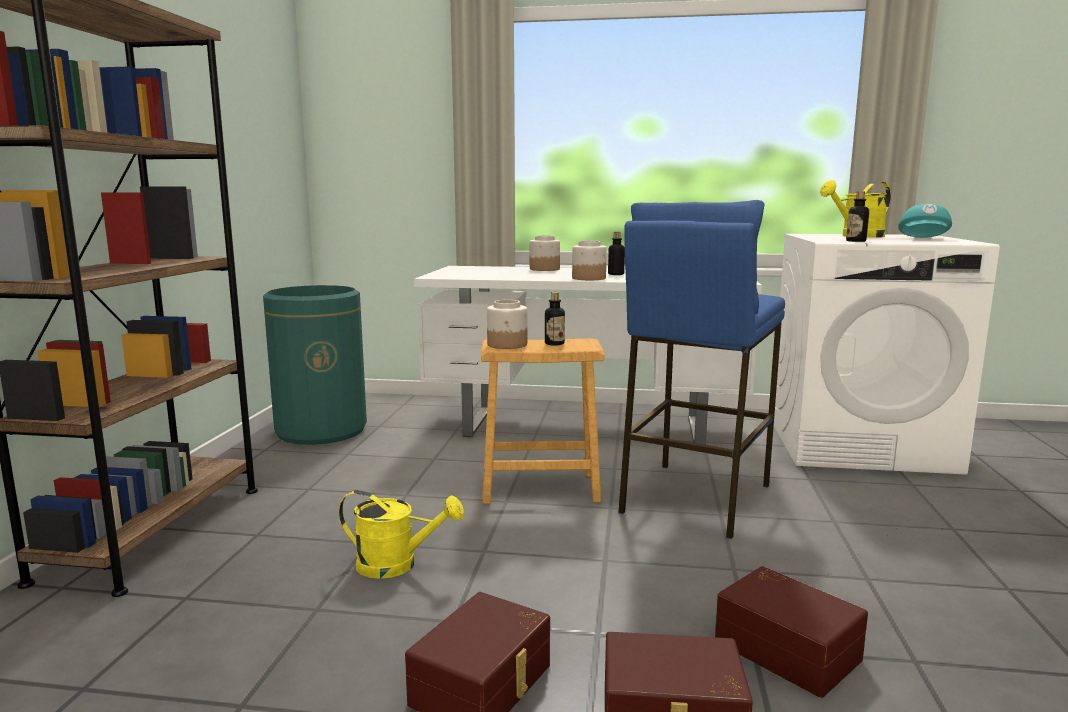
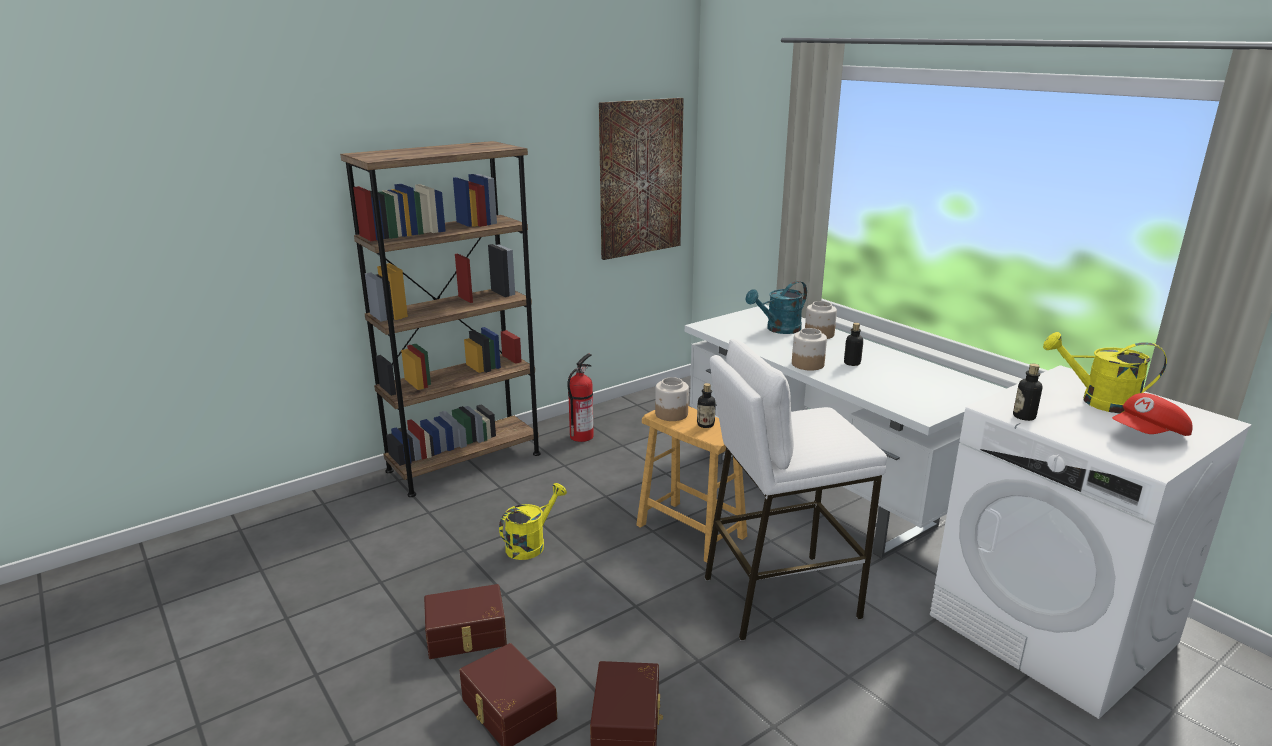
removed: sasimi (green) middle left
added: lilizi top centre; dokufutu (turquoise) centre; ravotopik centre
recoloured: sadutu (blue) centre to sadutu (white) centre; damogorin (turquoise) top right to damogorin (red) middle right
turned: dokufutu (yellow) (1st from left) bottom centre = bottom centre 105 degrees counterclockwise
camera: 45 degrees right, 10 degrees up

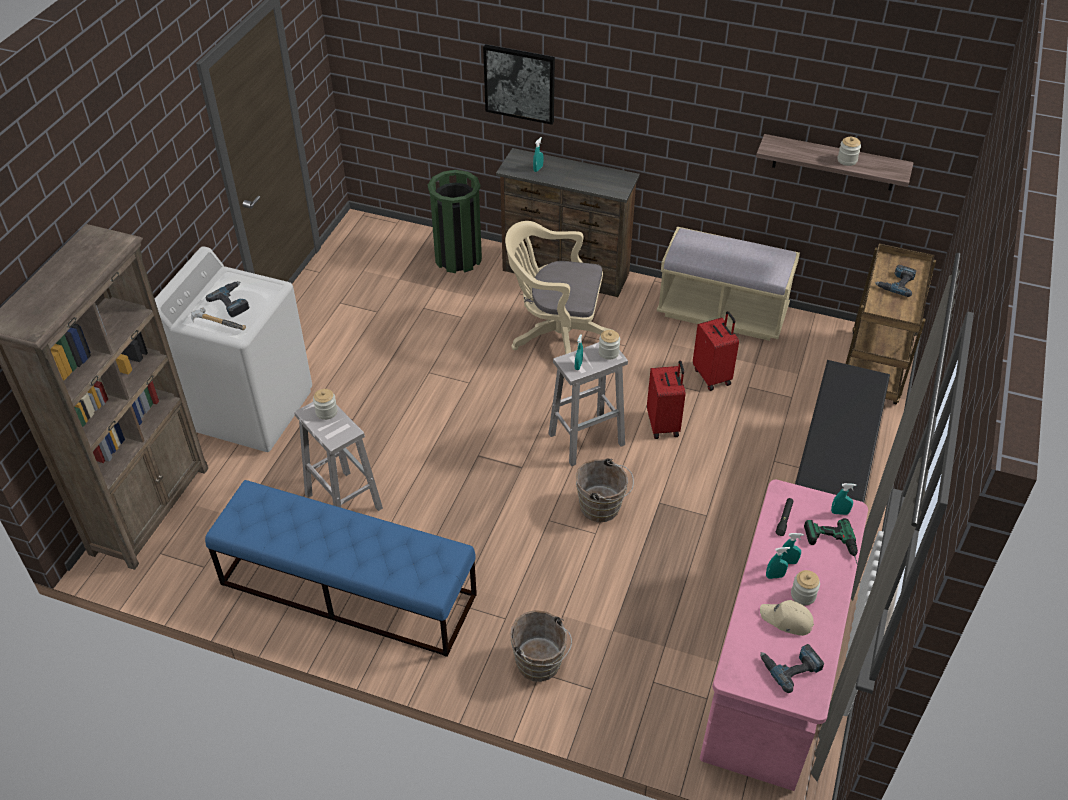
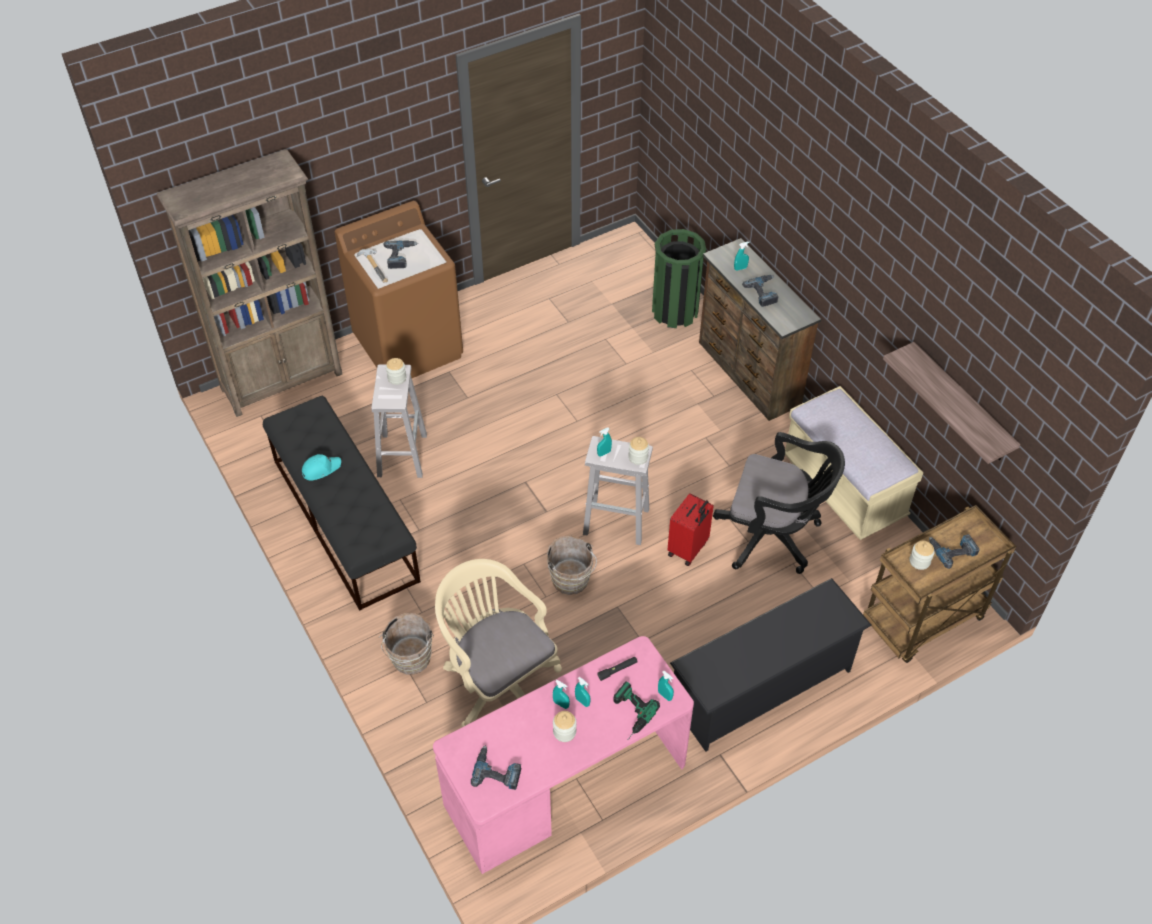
removed: lilizi top centre; damogorin (beige) bottom right
added: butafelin (4th from left) top centre; damogorin (turquoise) middle left
moved: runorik (4th from left) top right to middle right; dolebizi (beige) centre to bottom centre
replaced: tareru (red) (2nd from left) middle right to dolebizi (black) middle right
recoloured: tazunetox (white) middle left to tazunetox (brown) top centre; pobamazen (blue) bottom left to pobamazen (black) middle left
camera: 40 degrees right, 5 degrees up

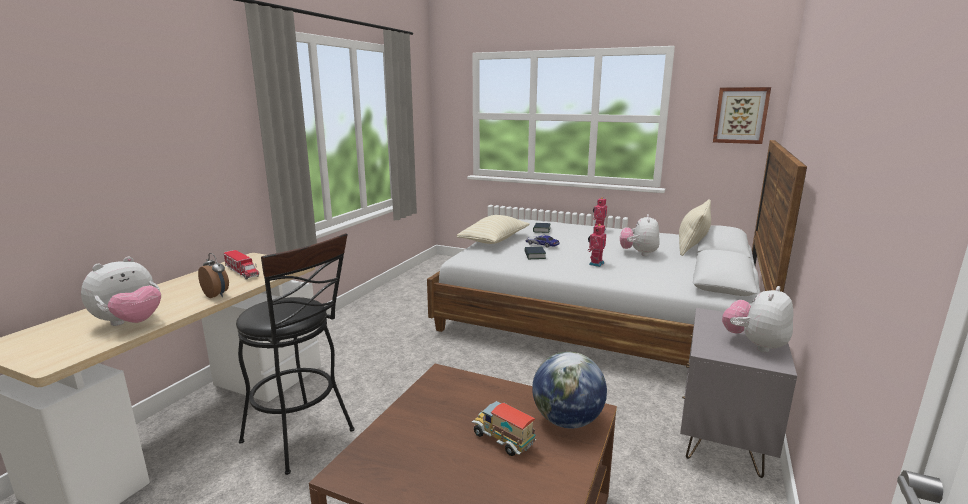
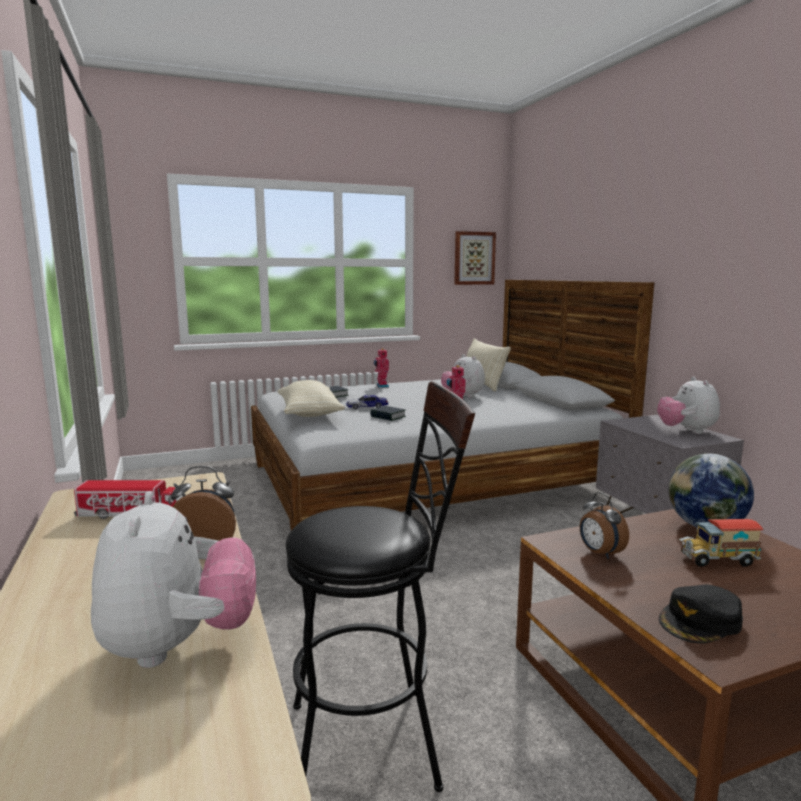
added: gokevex (2nd from left) middle right; damogorin (black) bottom right
camera: 45 degrees left, 5 degrees down

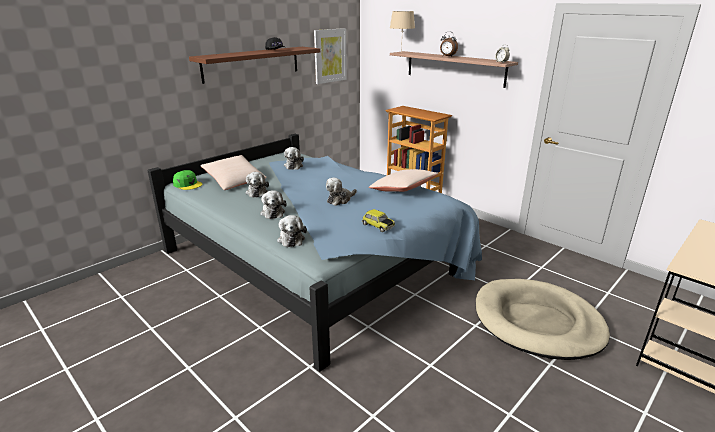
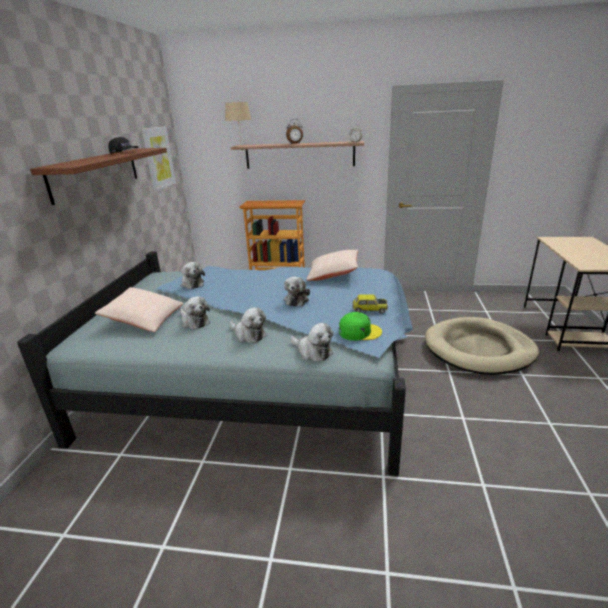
moved: damogorin (green) middle left to centre
camera: 35 degrees left, 0 degrees up

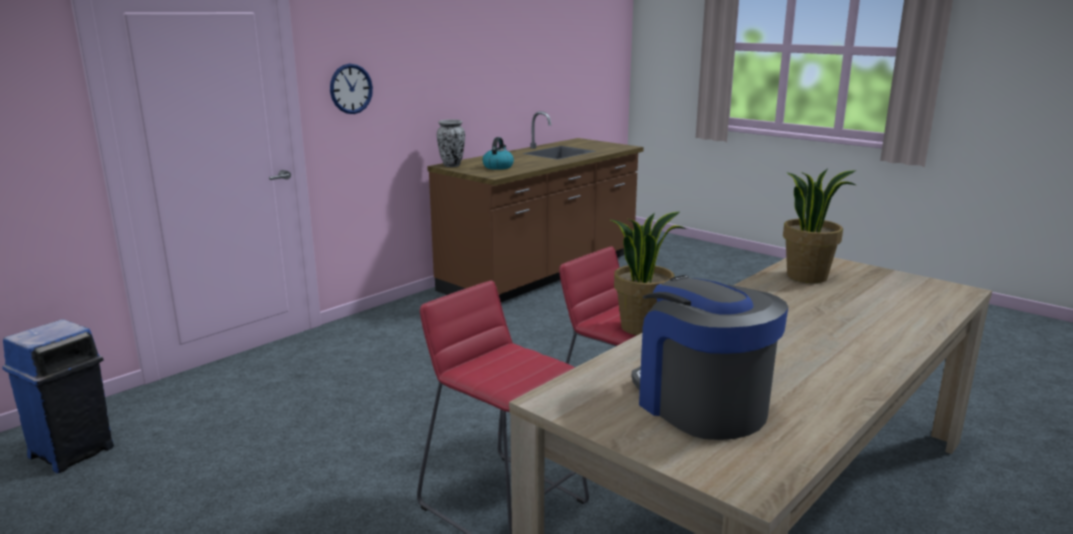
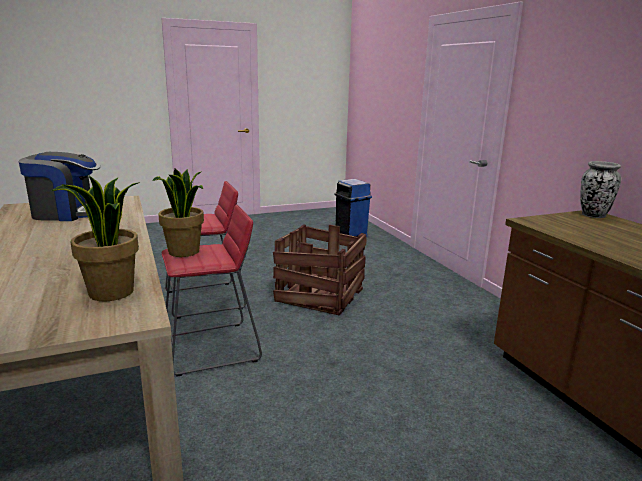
removed: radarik top left; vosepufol top centre
added: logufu centre
camera: 115 degrees right, 0 degrees up

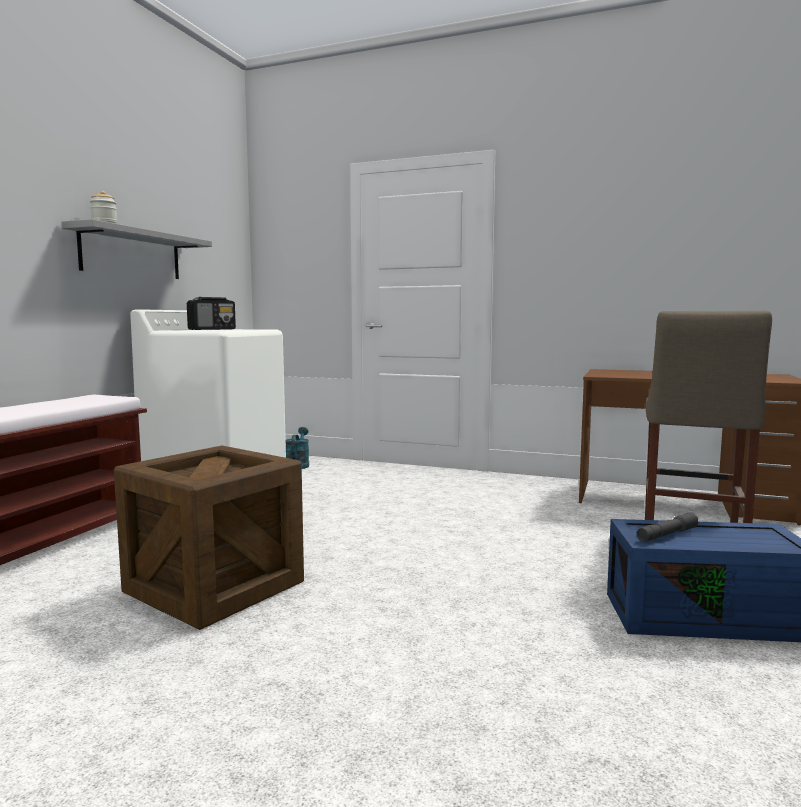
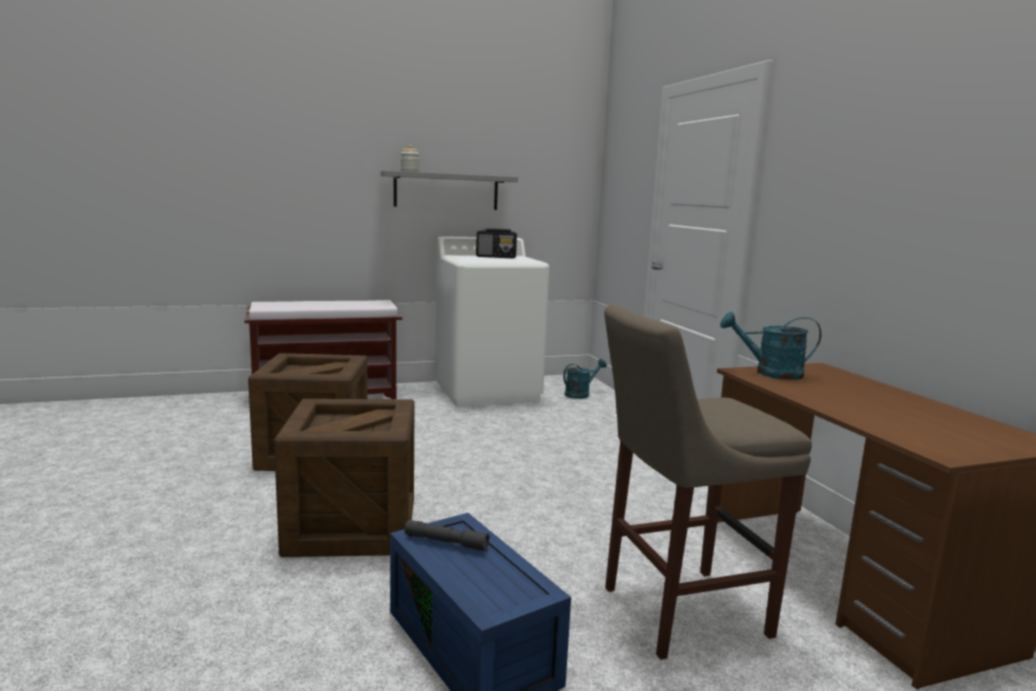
added: dokufutu (turquoise) (2nd from left) middle right; logufu (2nd from left) bottom left
camera: 50 degrees right, 5 degrees up

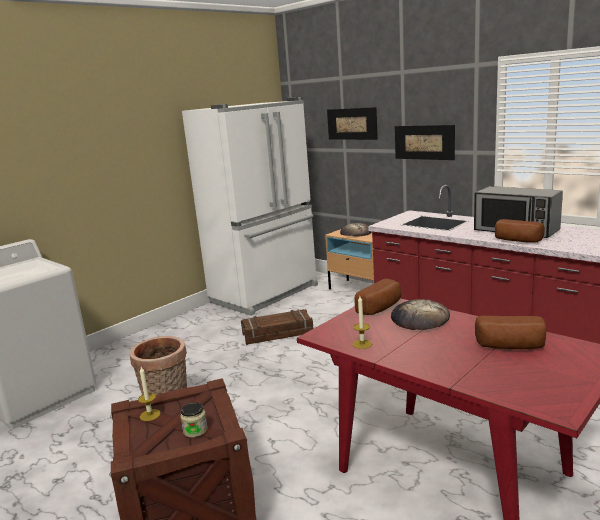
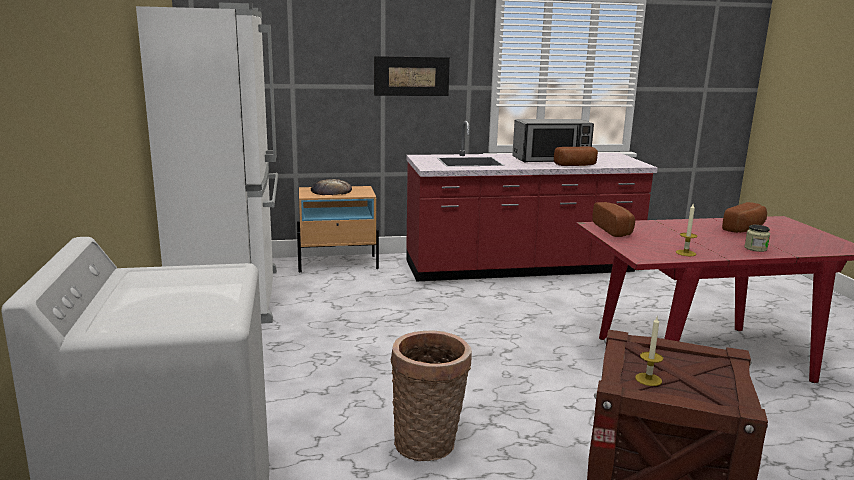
removed: lilizi (1st from left) top centre; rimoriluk (3rd from left) middle right; logufu (2nd from left) centre
moved: runorik bottom left to middle right
camera: 55 degrees left, 0 degrees up

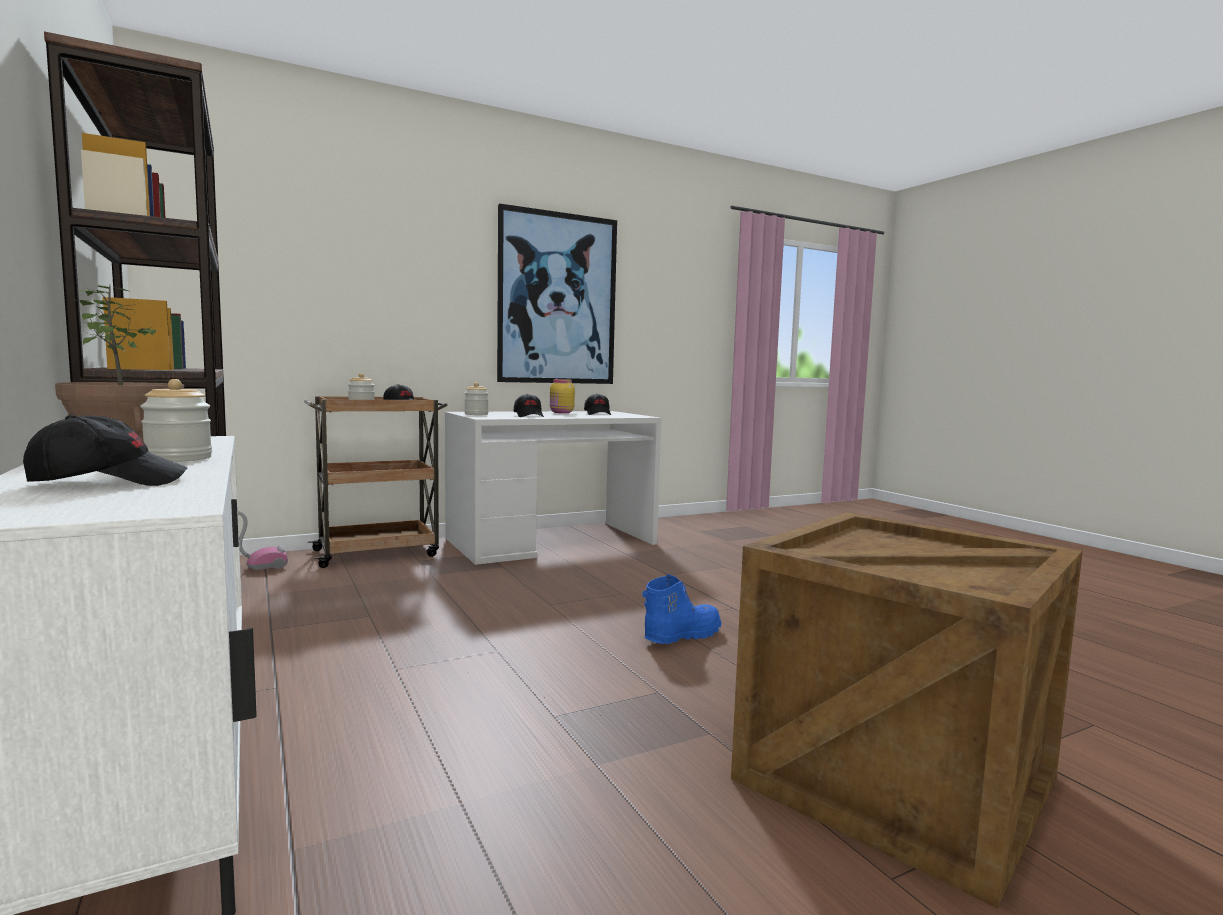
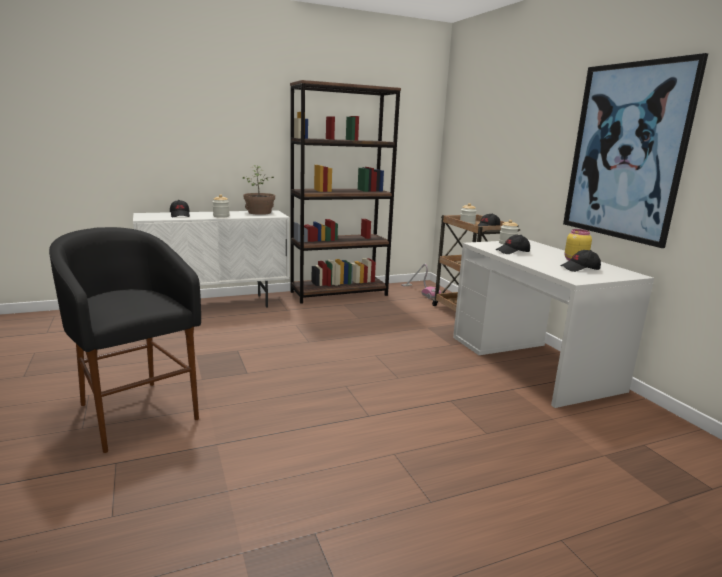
removed: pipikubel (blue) centre
replaced: logufu bottom right to sadutu (black) middle left
camera: 95 degrees right, 10 degrees up

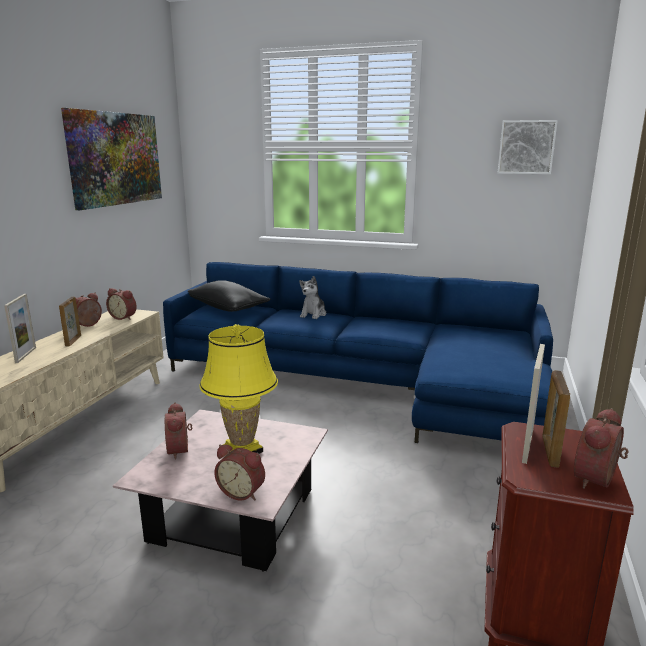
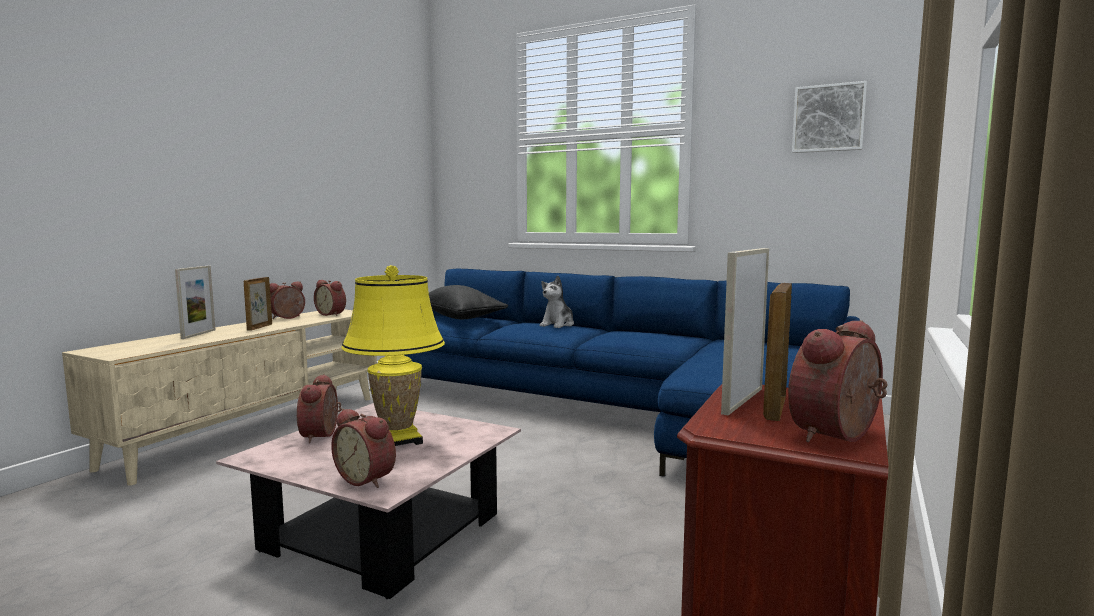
removed: lilizi (1st from left) top left
camera: 10 degrees right, 10 degrees down

